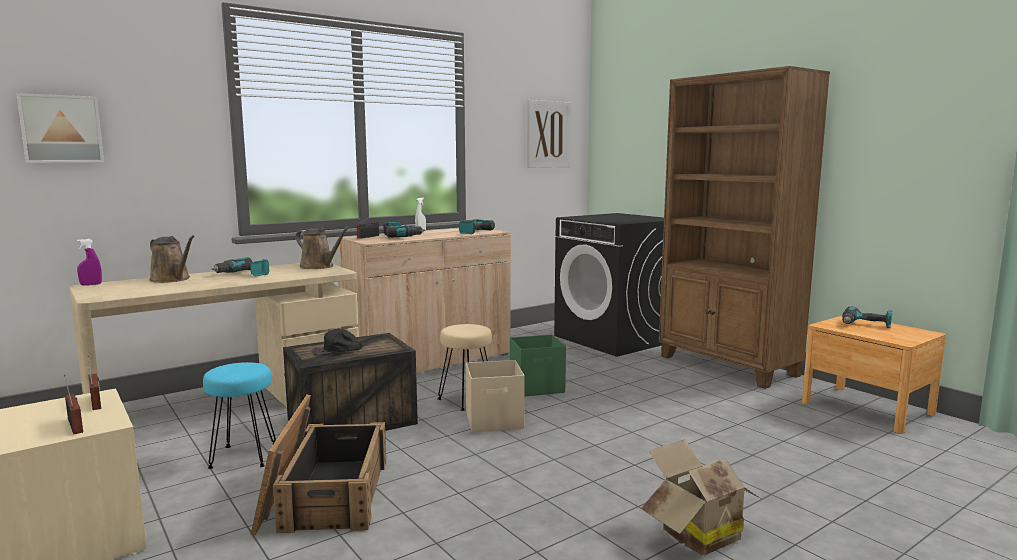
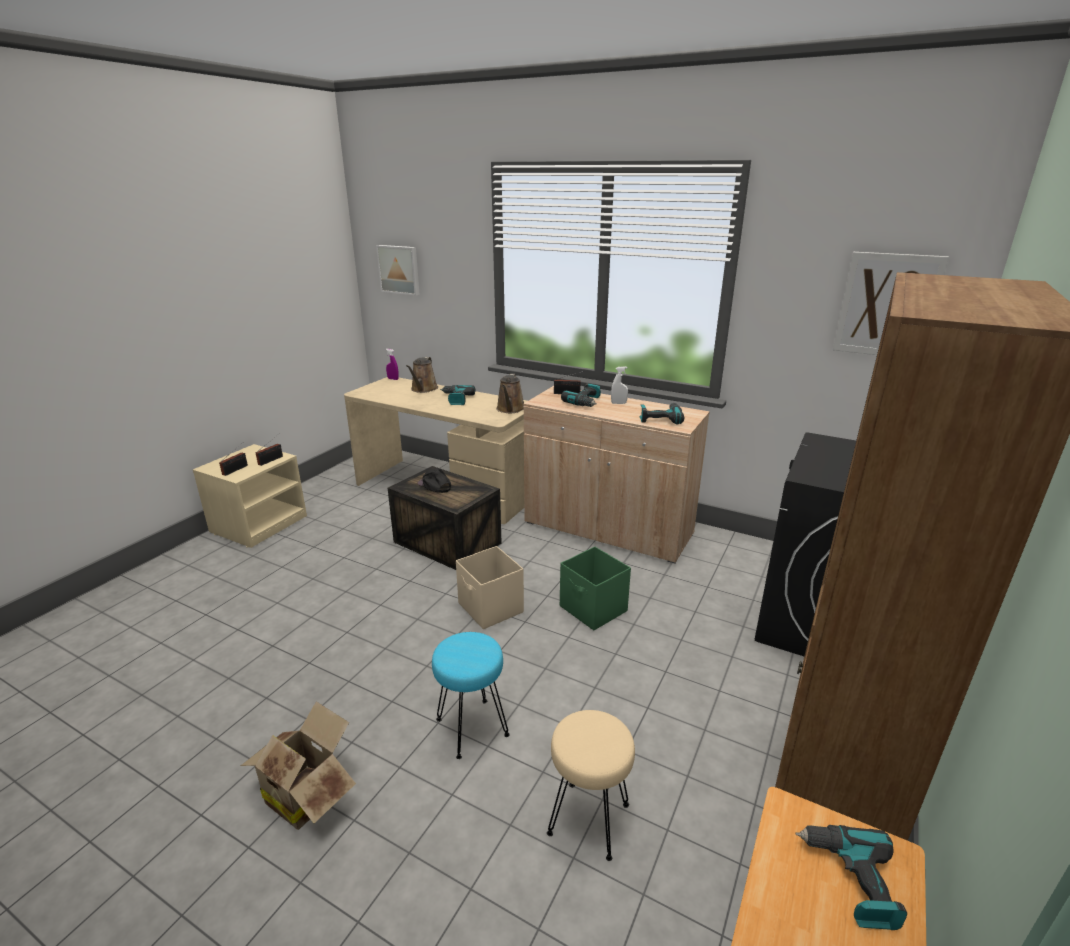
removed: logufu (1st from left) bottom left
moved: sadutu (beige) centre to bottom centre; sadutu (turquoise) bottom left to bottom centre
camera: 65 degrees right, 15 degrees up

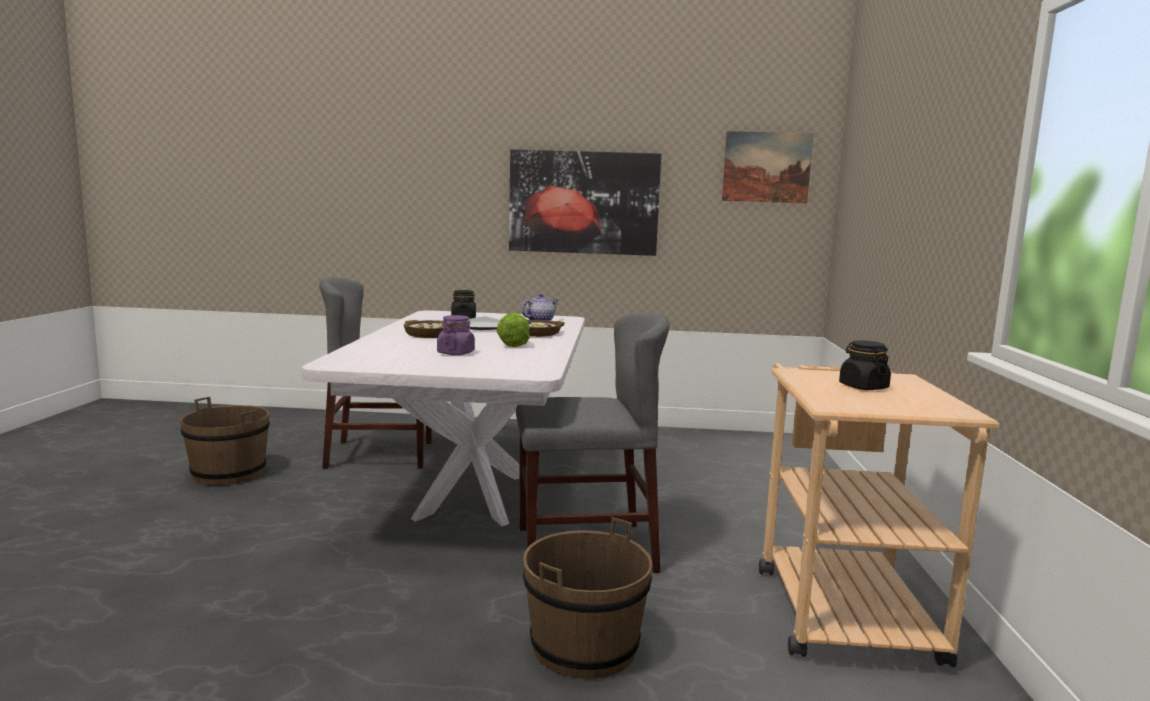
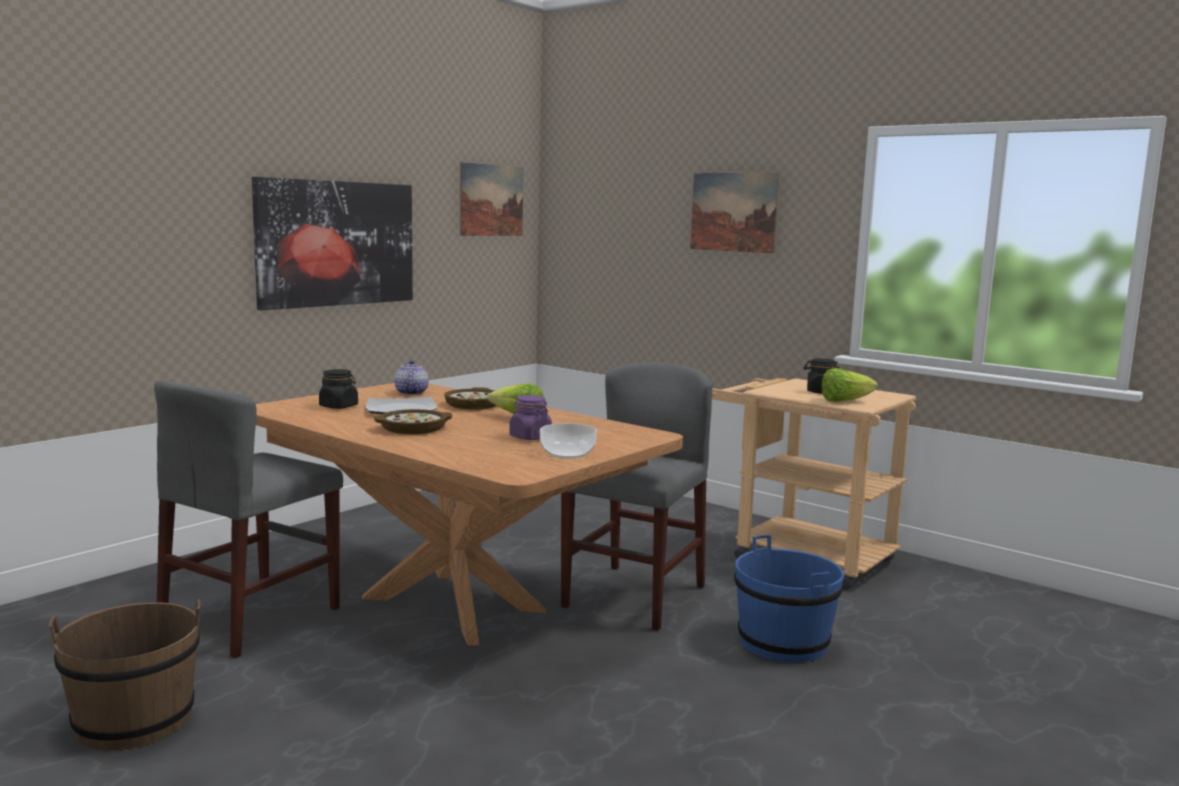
added: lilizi (3rd from left) top centre; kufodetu (2nd from left) middle right; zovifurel (3rd from left) centre
recoloured: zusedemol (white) centre to zusedemol (brown) centre; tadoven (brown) (2nd from left) bottom centre to tadoven (blue) bottom right
camera: 55 degrees left, 0 degrees up

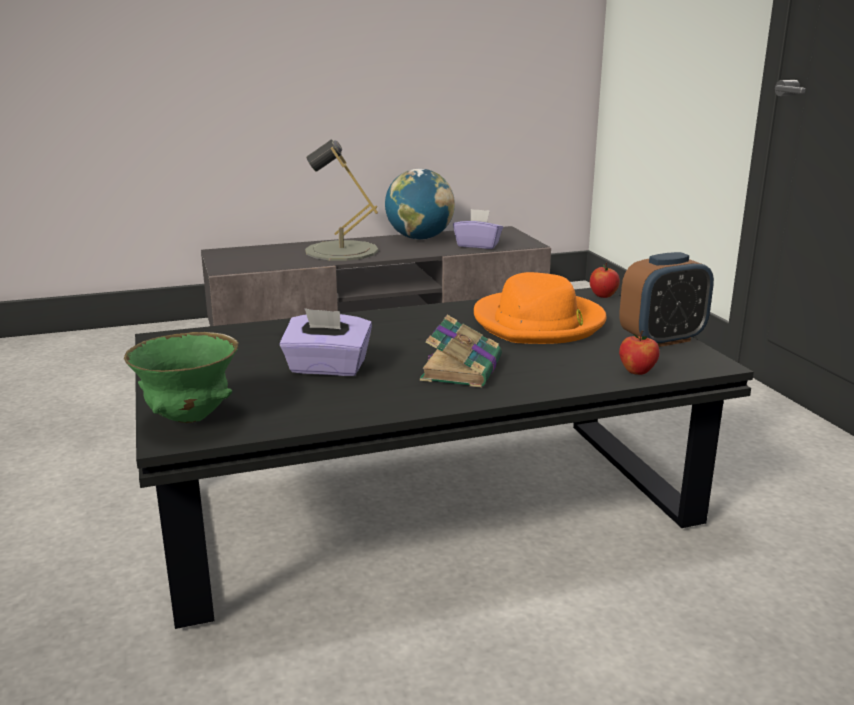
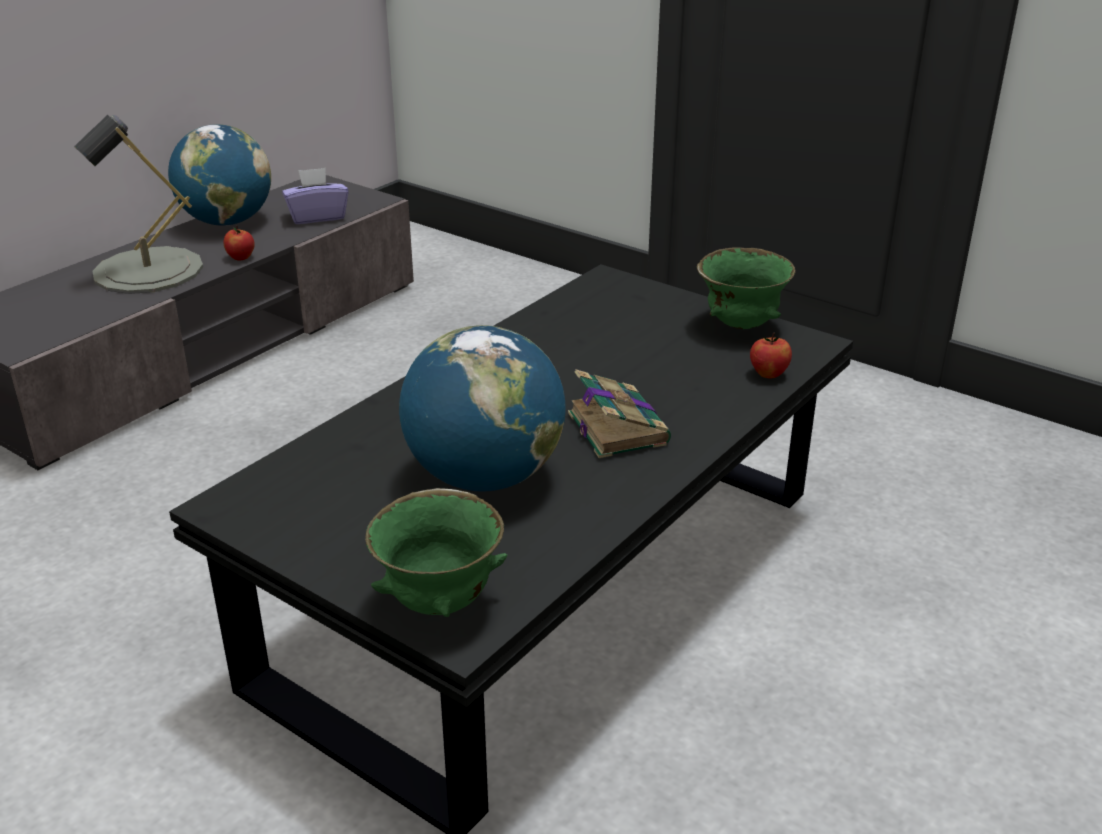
removed: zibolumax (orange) centre
moved: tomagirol (1st from left) middle right to top left
replaced: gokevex middle right to zovifurel (green) (2nd from left) middle right; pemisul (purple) (1st from left) centre to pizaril (2nd from left) centre
camera: 35 degrees left, 10 degrees up

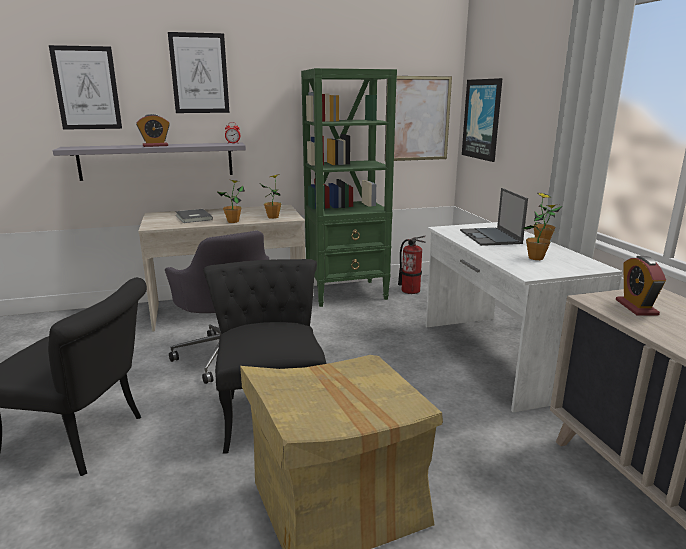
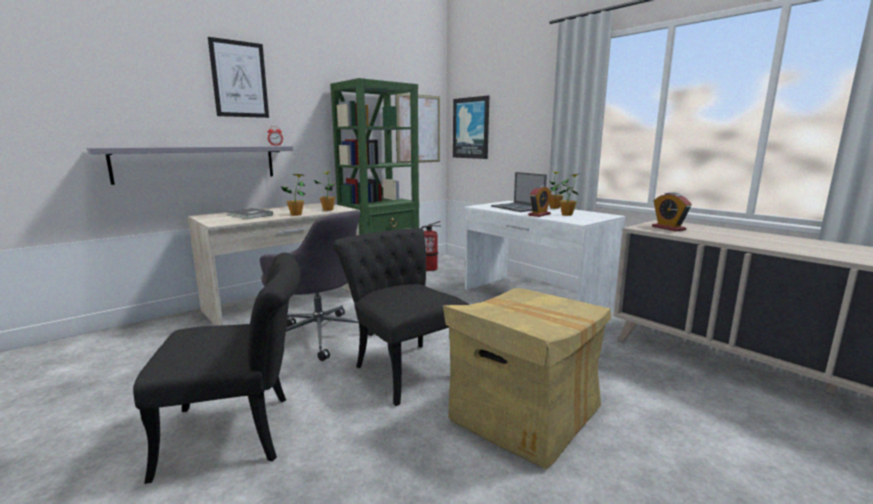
removed: lilizi (1st from left) top left
moved: gokevex (1st from left in the first image) top left to gokevex (2nd from left) centre
camera: 25 degrees left, 5 degrees down

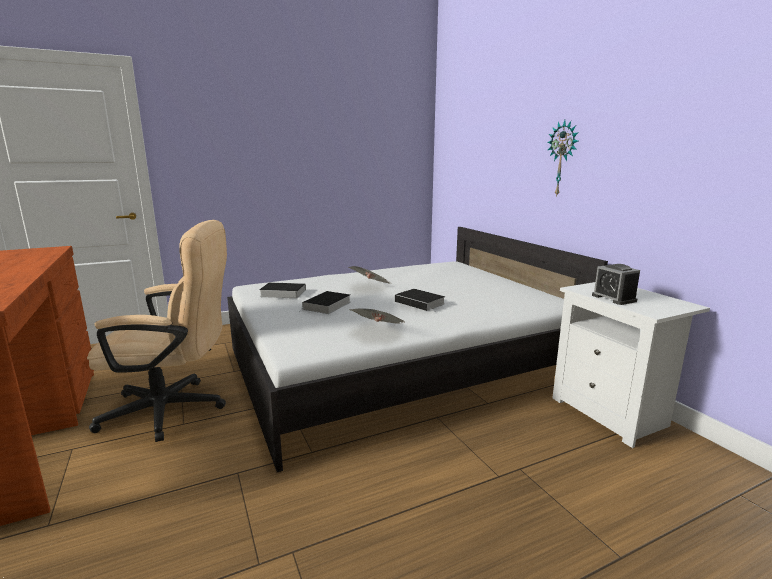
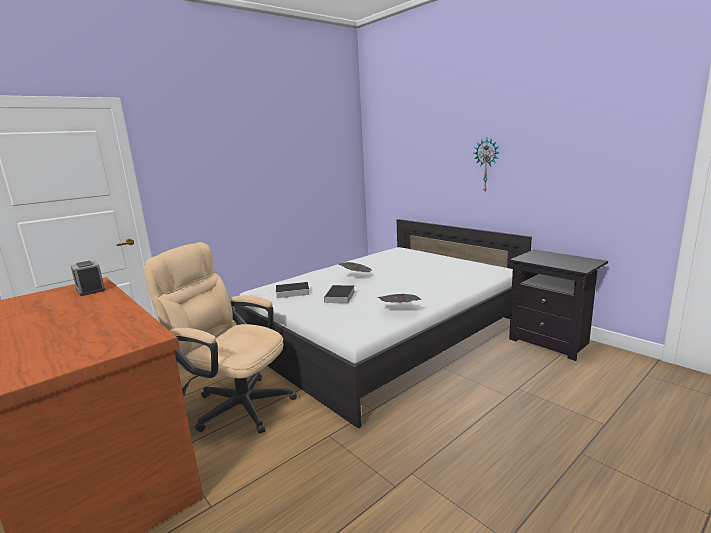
removed: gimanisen (3rd from left) centre
moved: gokevex middle right to middle left
recoloured: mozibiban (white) middle right to mozibiban (black) middle right
turned: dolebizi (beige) middle left = middle left 135 degrees counterclockwise
camera: 15 degrees left, 0 degrees up

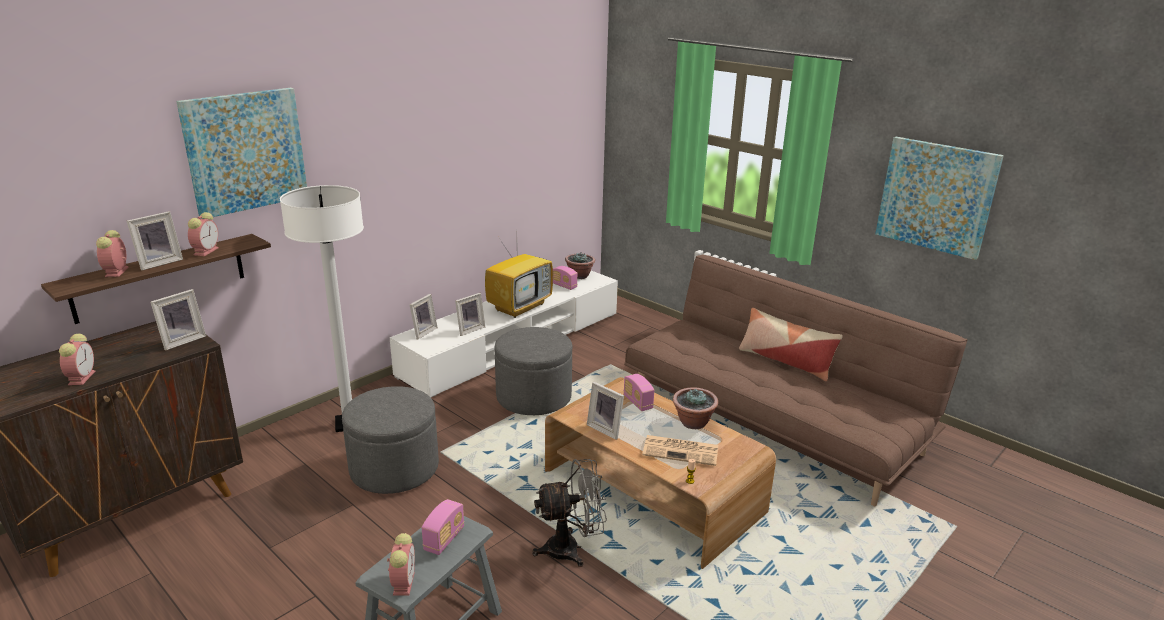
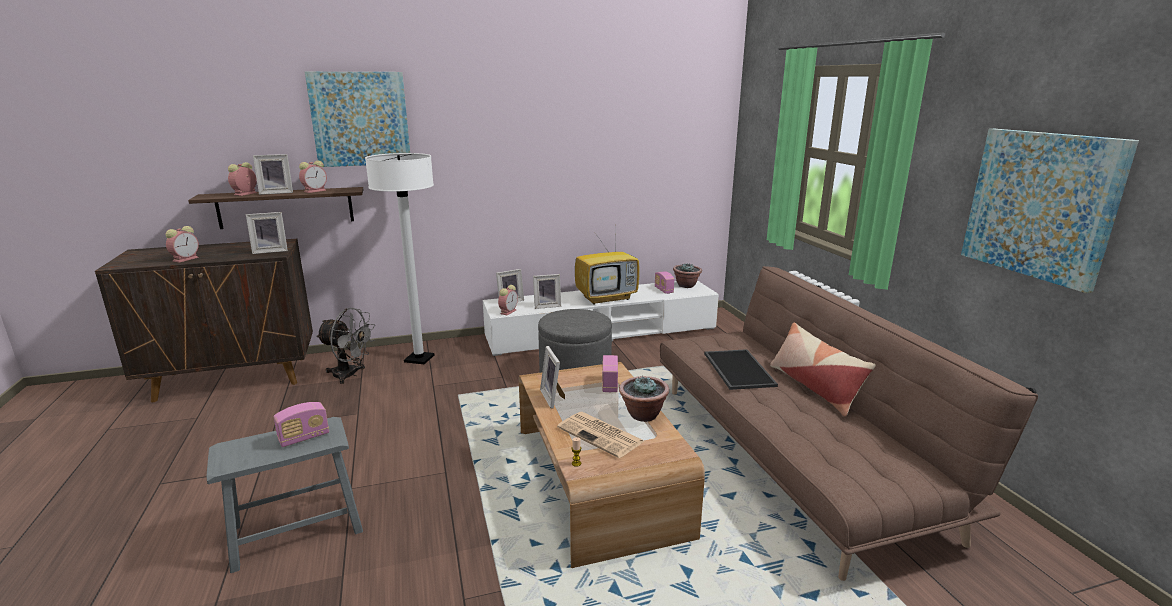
removed: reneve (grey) (1st from left) bottom centre
added: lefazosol centre
moved: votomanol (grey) bottom centre to middle left; gokevex (4th from left) bottom centre to centre
camera: 30 degrees right, 5 degrees down

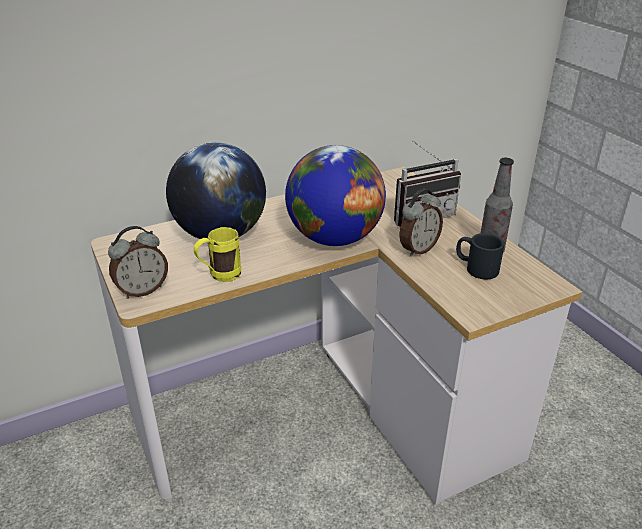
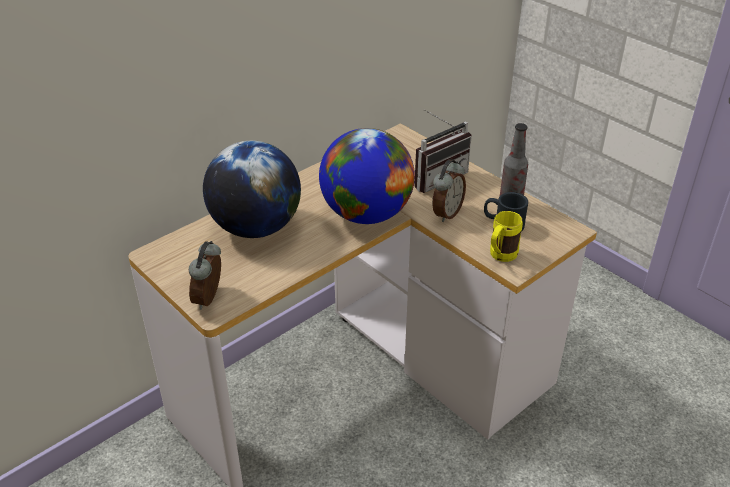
moved: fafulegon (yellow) centre to middle right
turned: gokevex (1st from left) middle left = middle left 150 degrees clockwise
camera: 15 degrees left, 5 degrees up

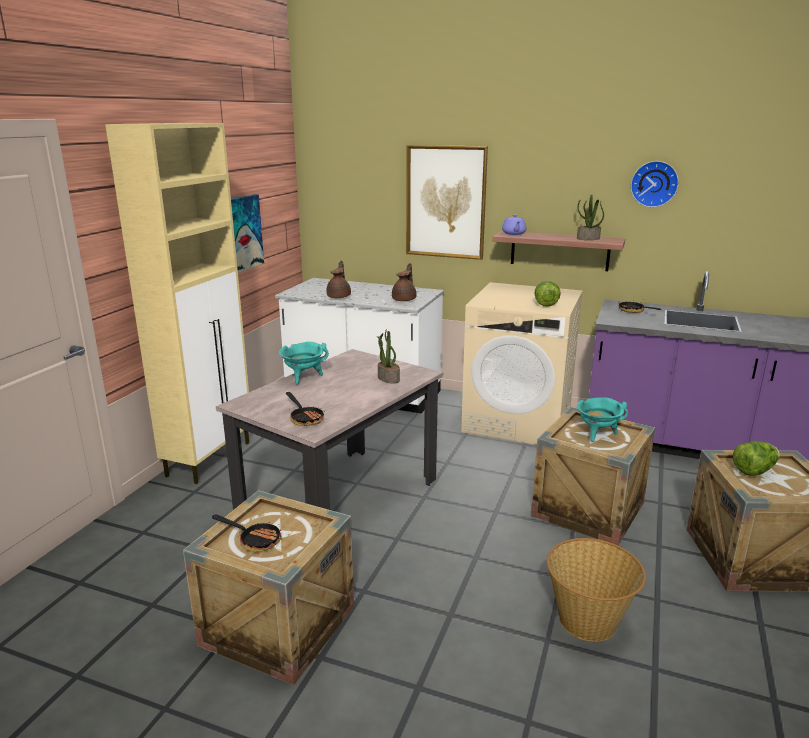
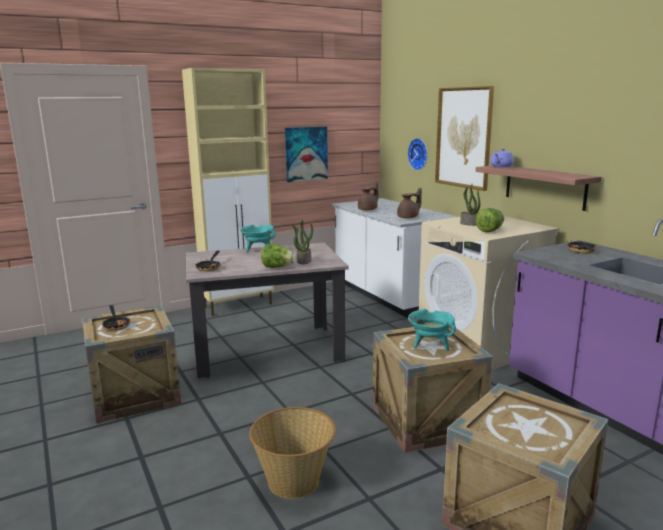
moved: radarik top right to top centre; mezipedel (2nd from left) top right to middle right; kufodetu (2nd from left in the first image) middle right to kufodetu (1st from left) centre
camera: 40 degrees right, 5 degrees down

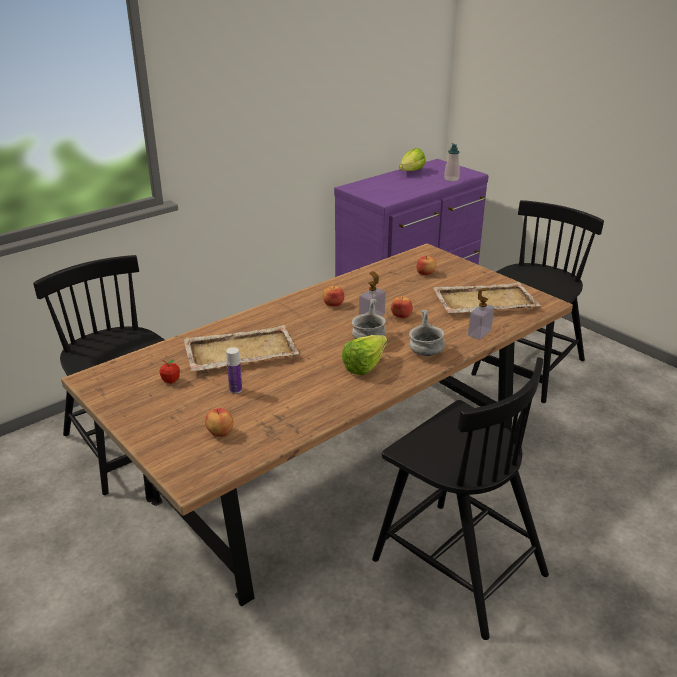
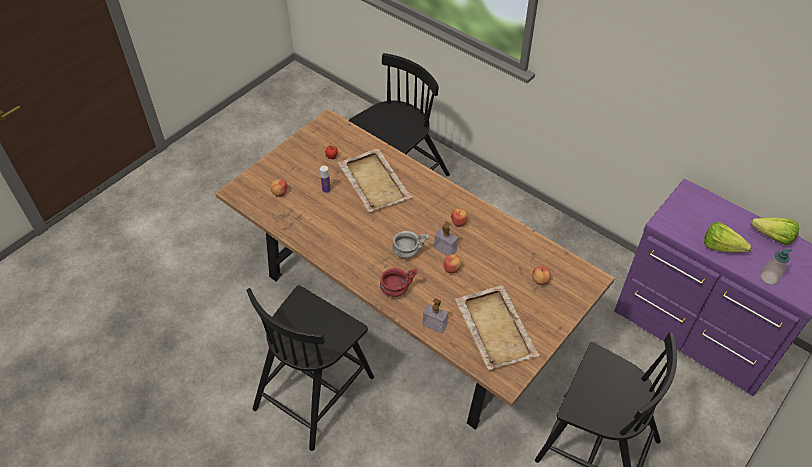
moved: kufodetu (1st from left) centre to middle right
recoloured: zovifurel (grey) (2nd from left) centre to zovifurel (red) centre
camera: 80 degrees right, 20 degrees up

